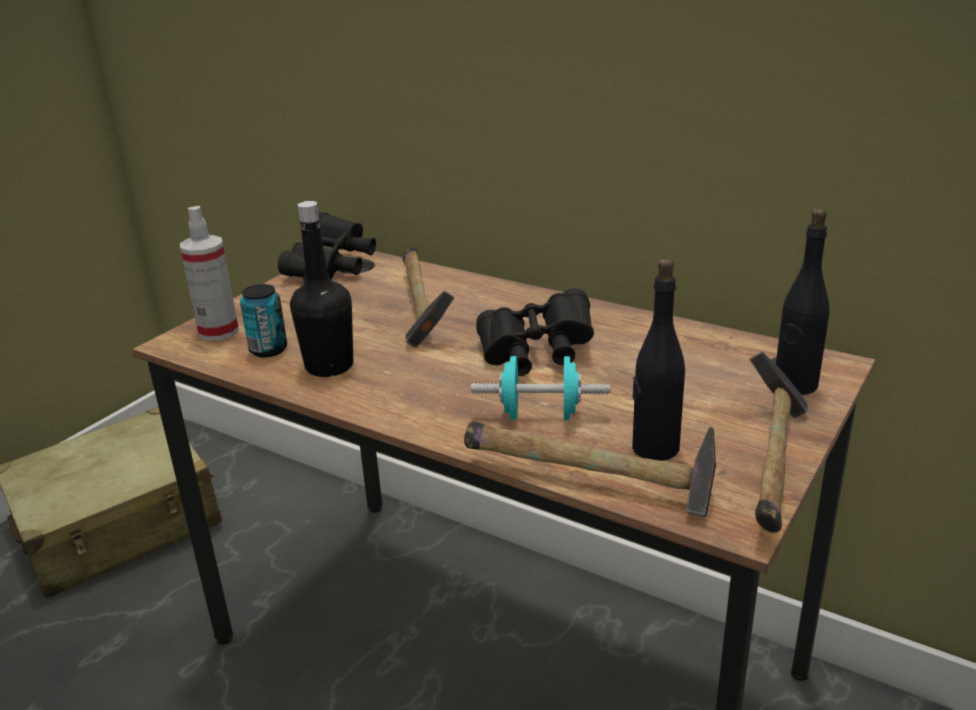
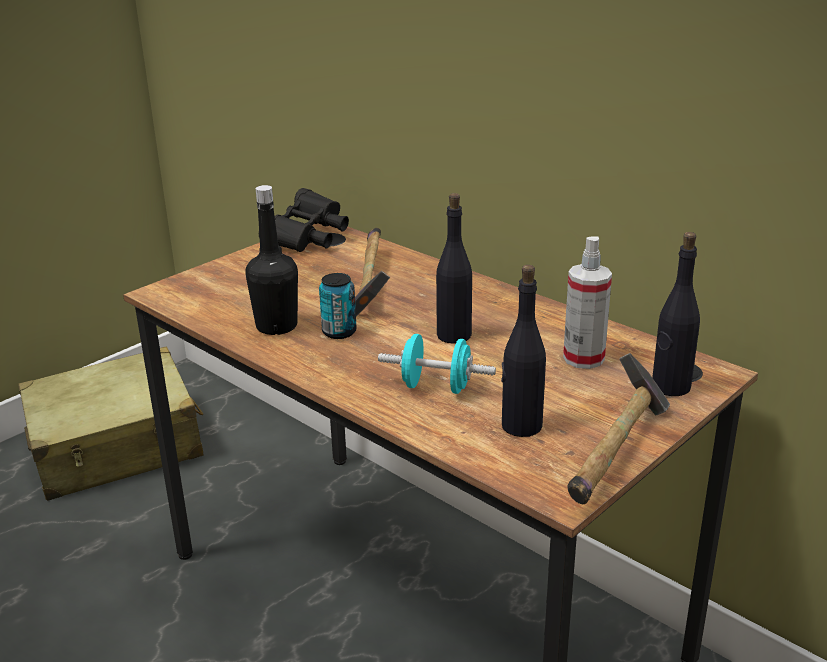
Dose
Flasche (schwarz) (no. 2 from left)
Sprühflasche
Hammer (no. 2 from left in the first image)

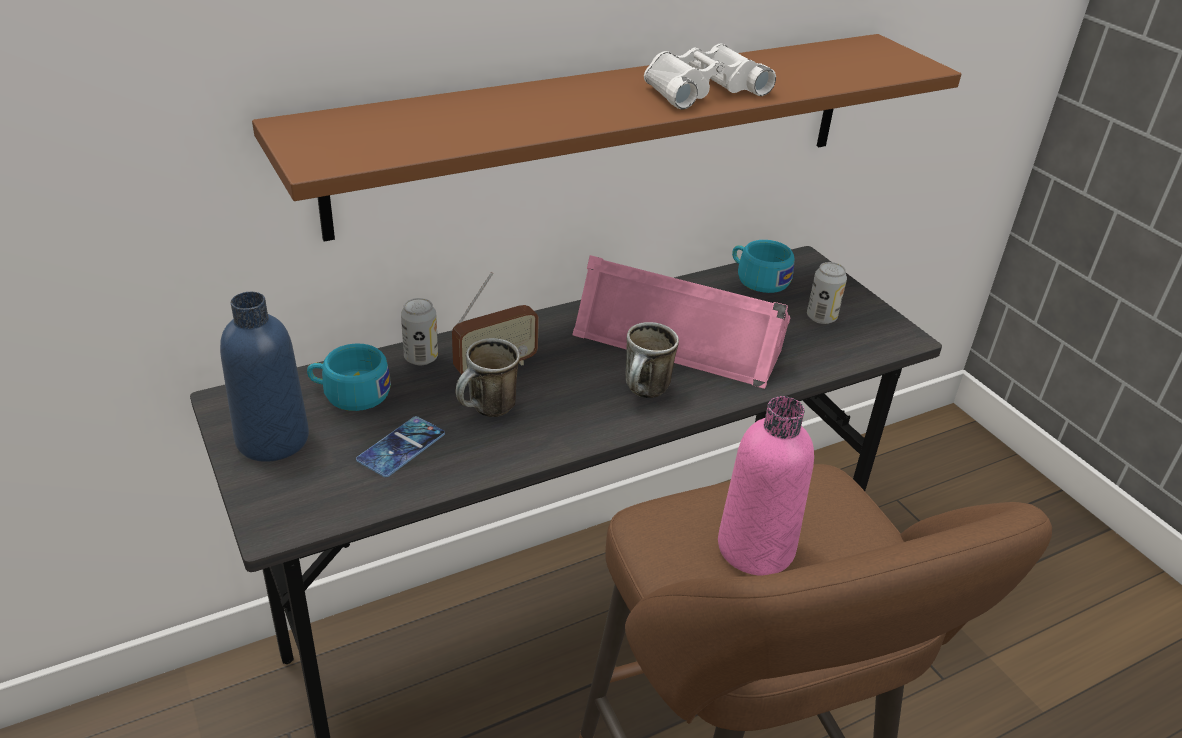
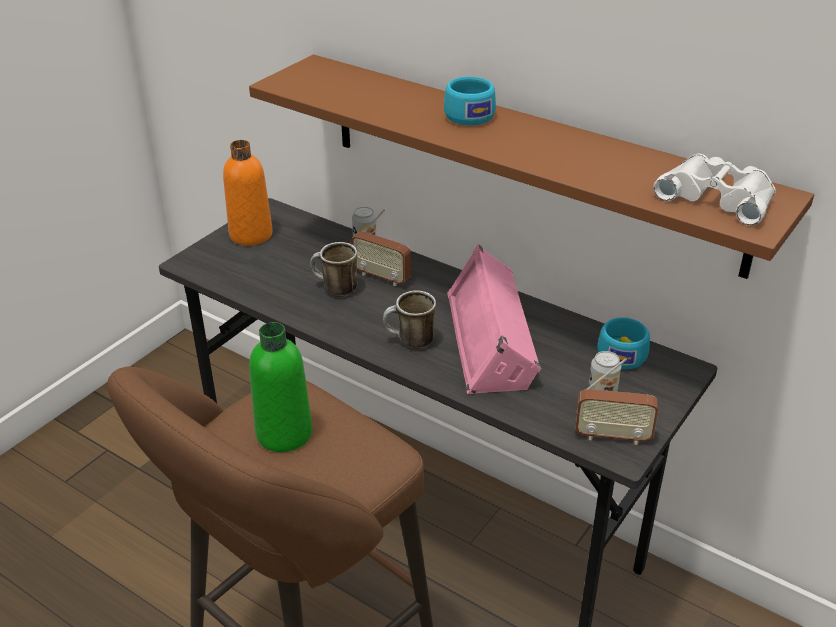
Flasche (orange)
Flasche (grün)
Tasse (türkis) (no. 1 from left)
Radio (no. 2 from left)
Fernglas (weiß)
Handy

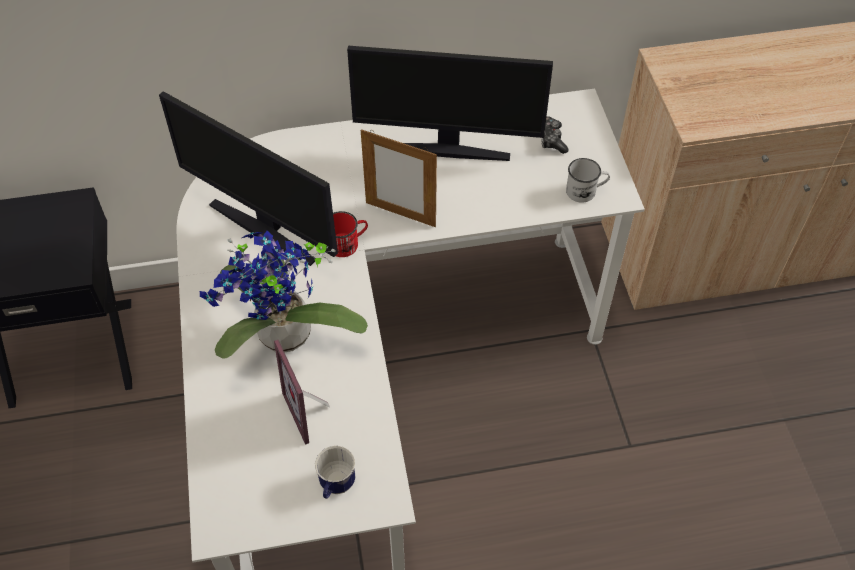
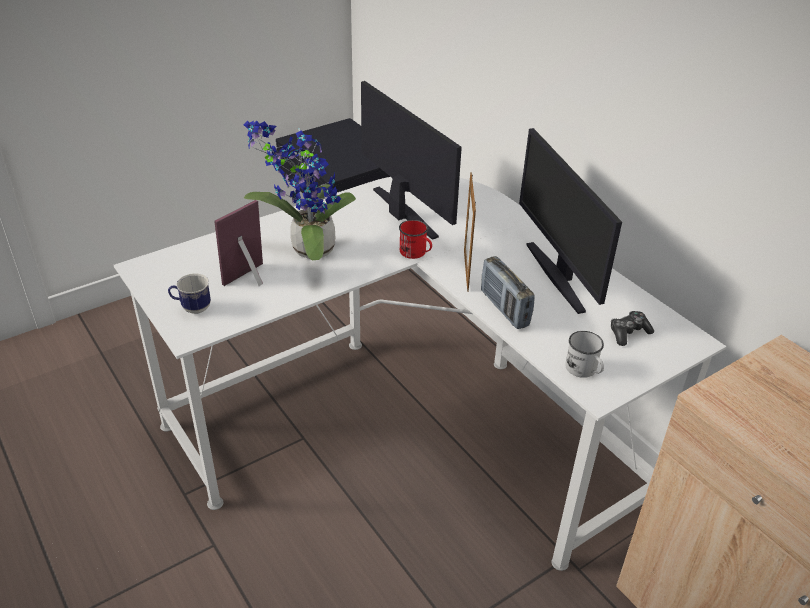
Monitor (no. 1 from left)
Radio

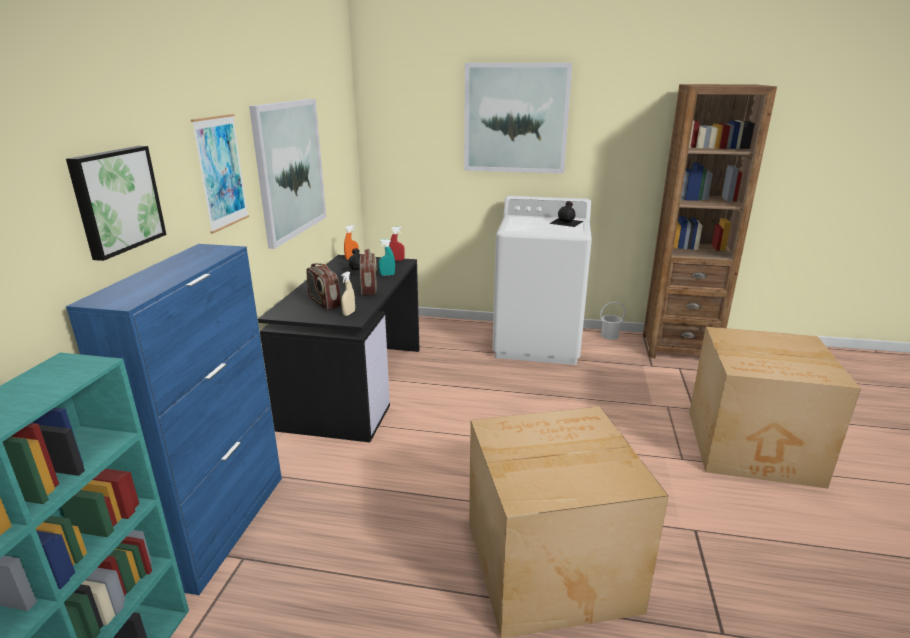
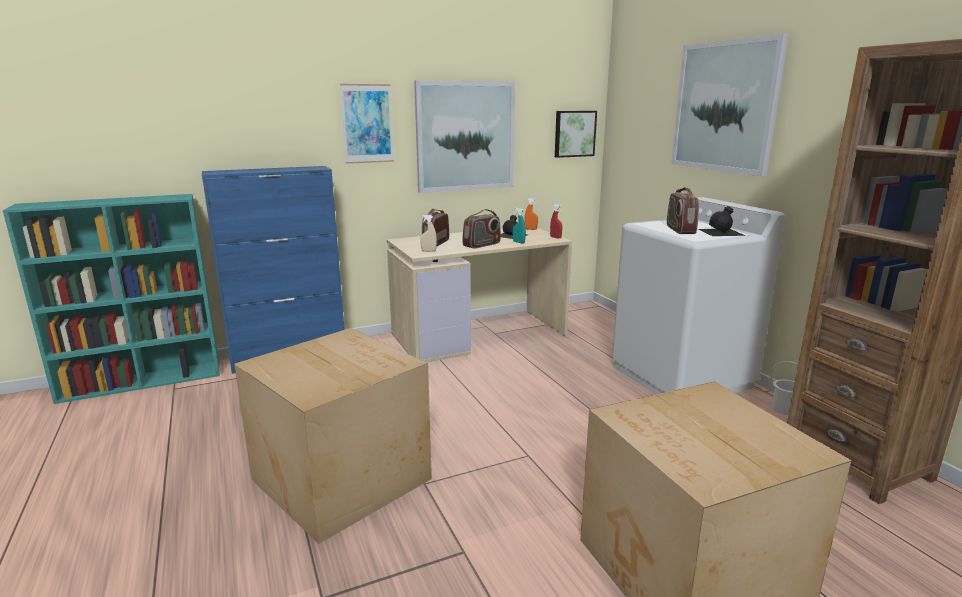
Schreibtisch (beige)
Bild (no. 3 from left)
Radio (no. 3 from left)

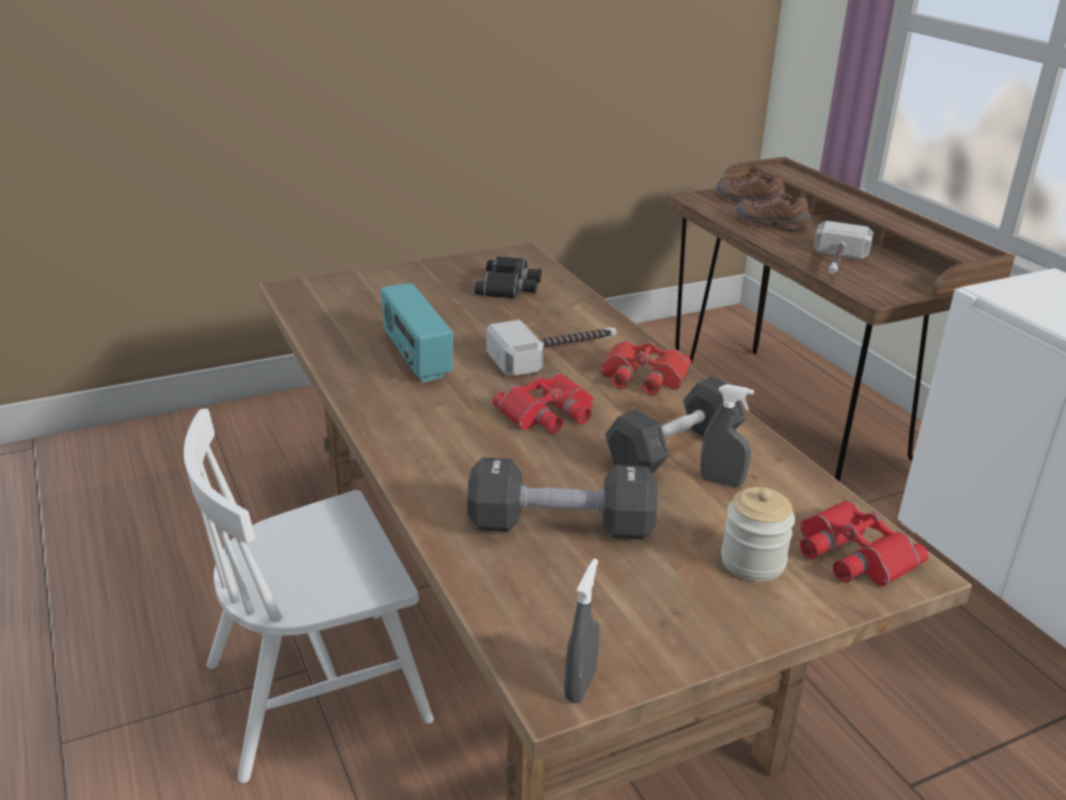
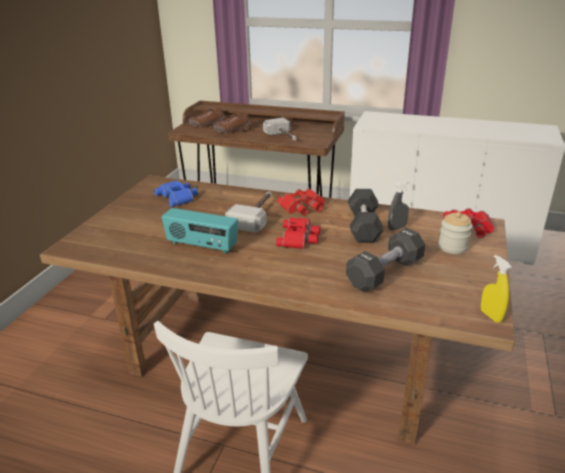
Fernglas (blau)
Sprühflasche (gelb)

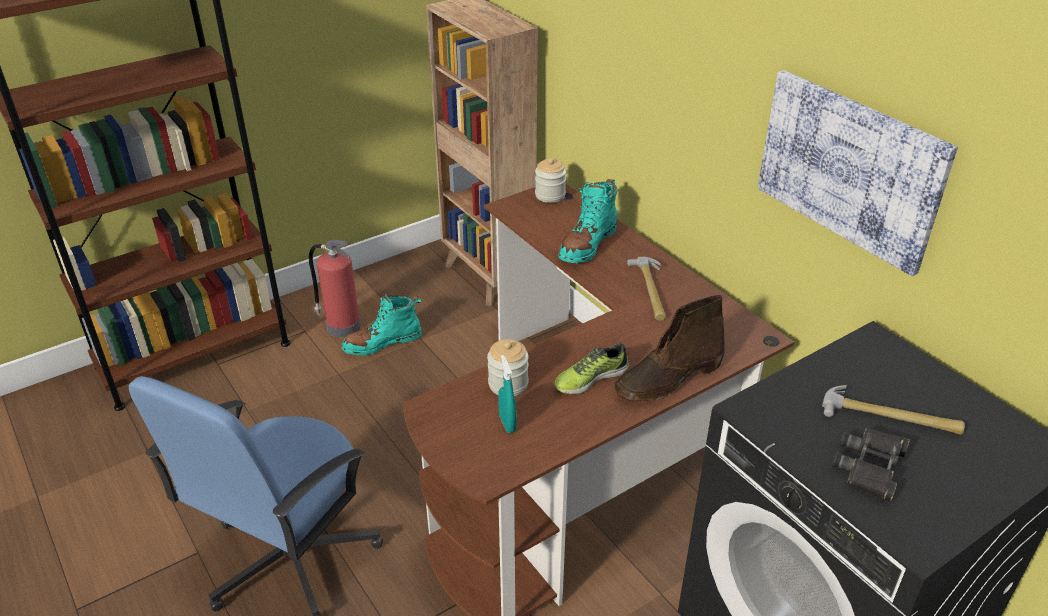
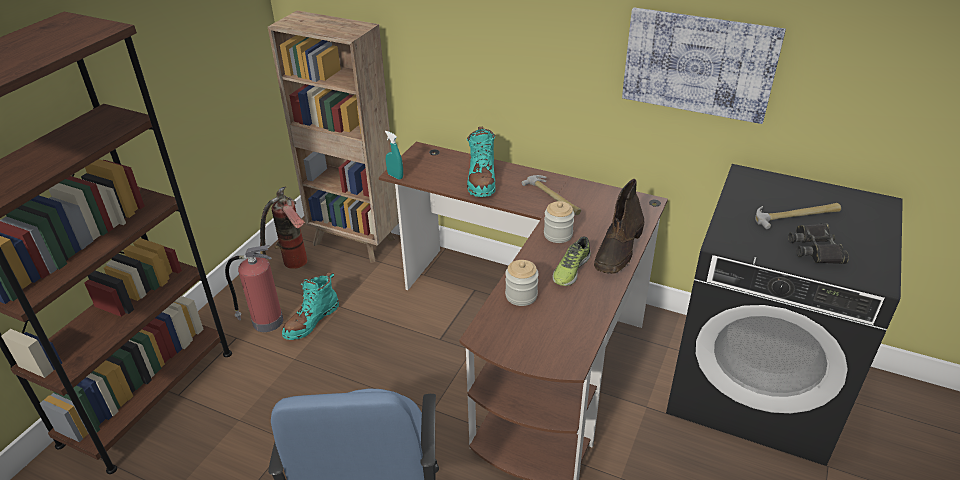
Feuerlöscher (no. 2 from left)
Sprühflasche (türkis)
Vorratsglas (no. 2 from left)

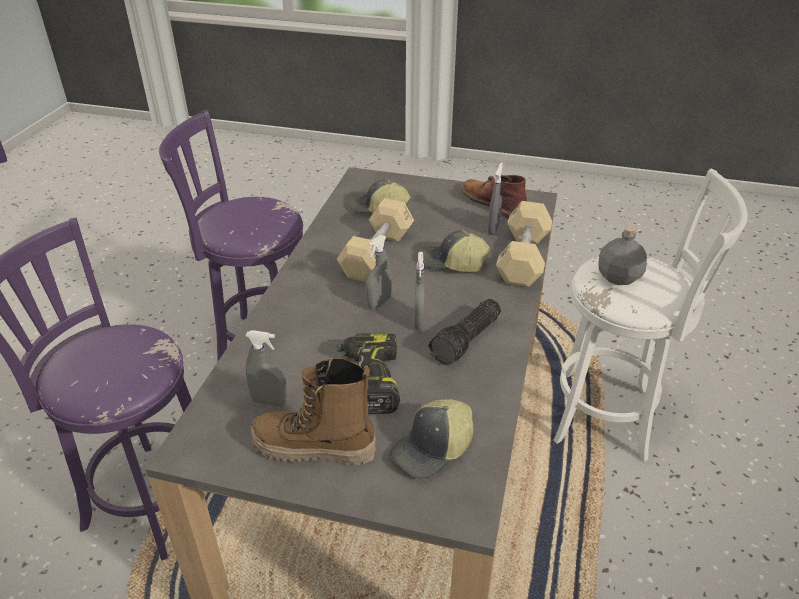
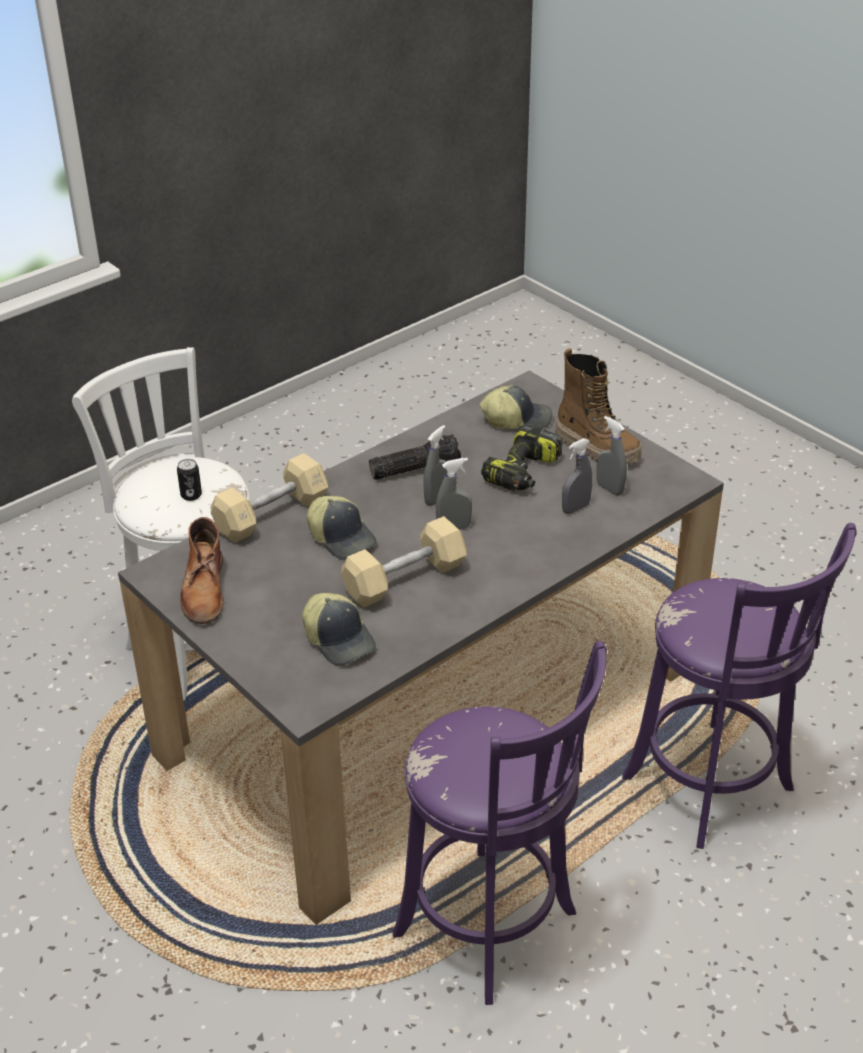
Dose
Sprühflasche (grau) (no. 3 from left)

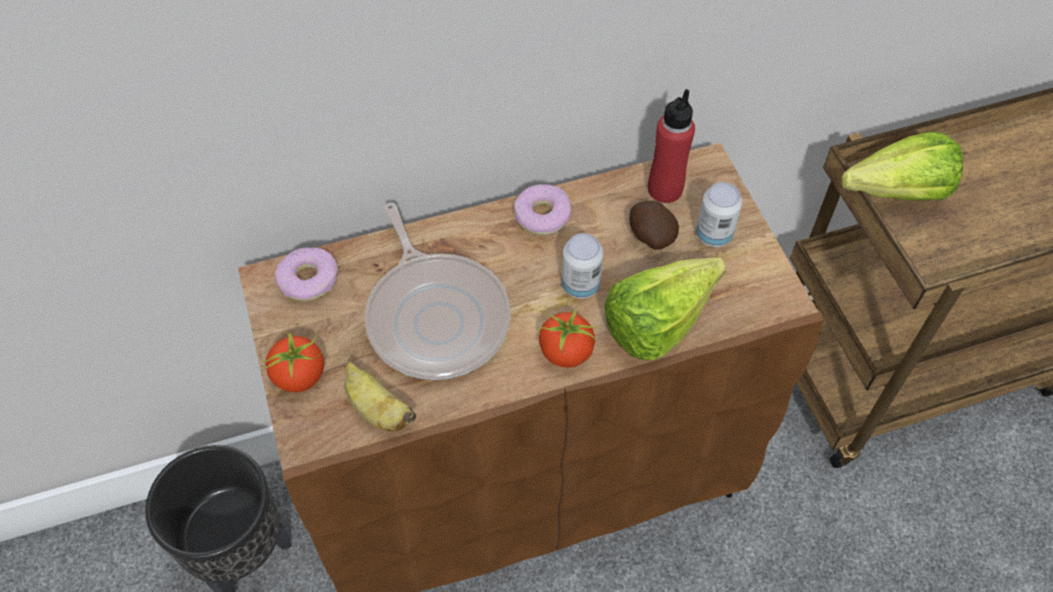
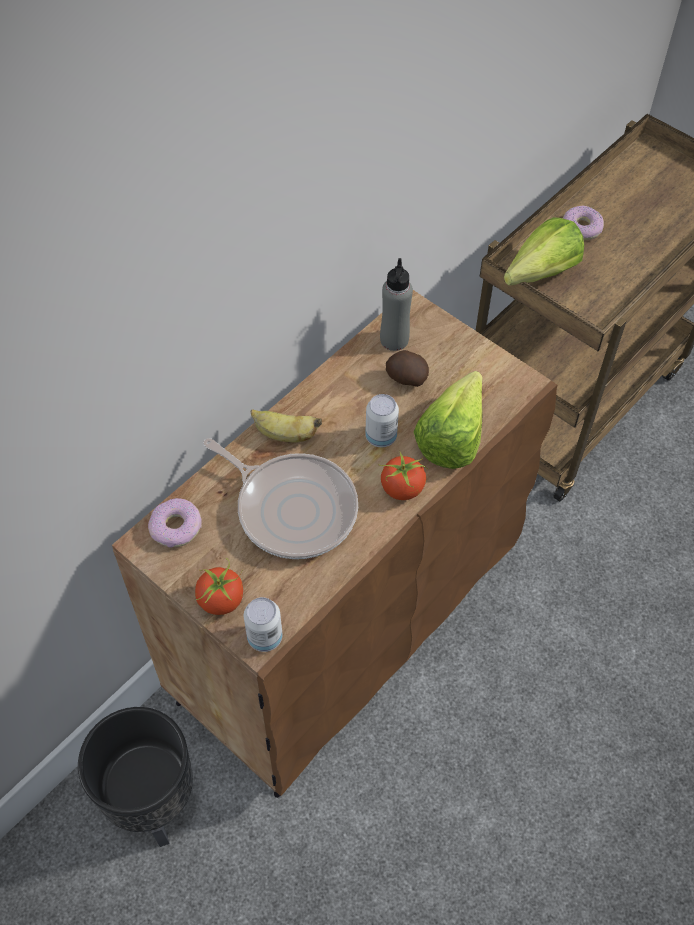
Dose (no. 1 from left)
Banane
Flasche (grau)
Donut (no. 2 from left)

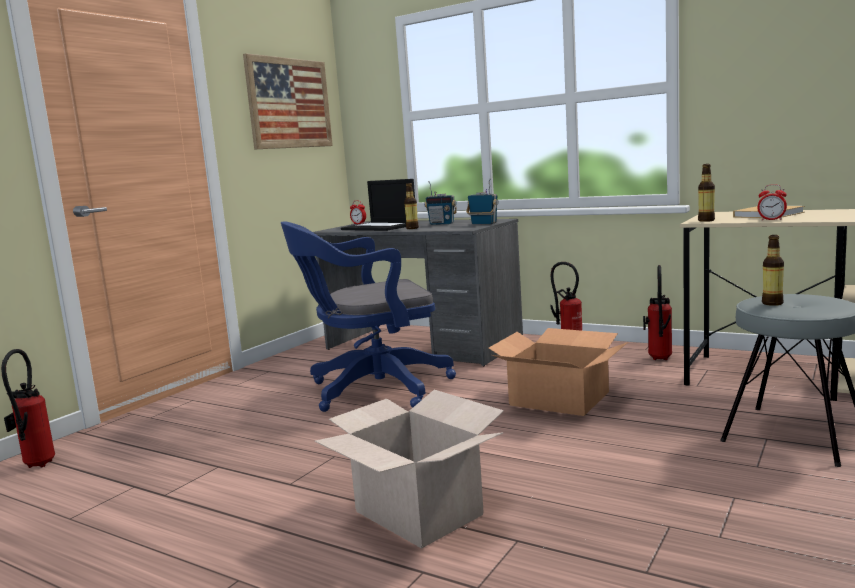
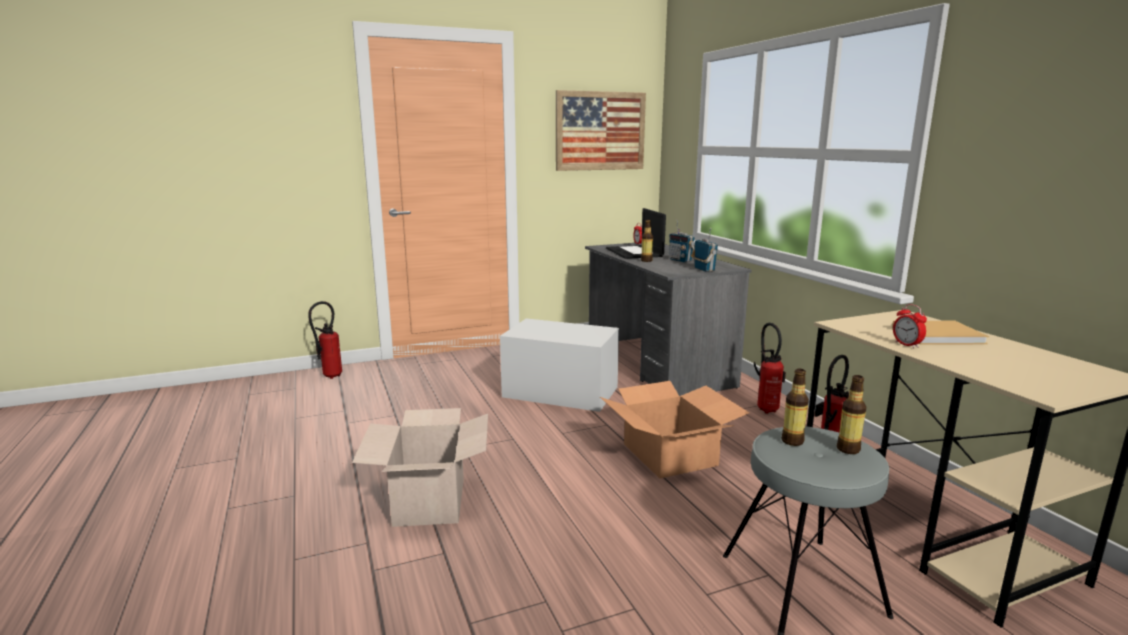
Aufbewahrungsbox (weiß)
Flasche (no. 3 from left)

